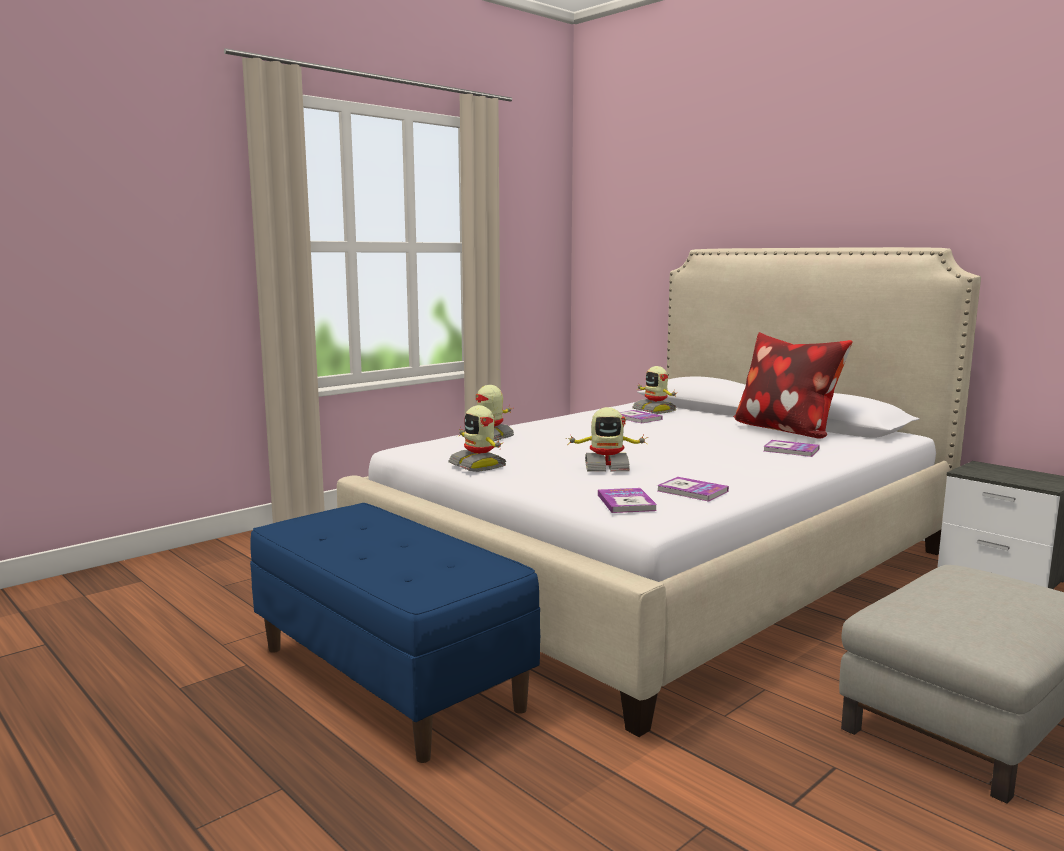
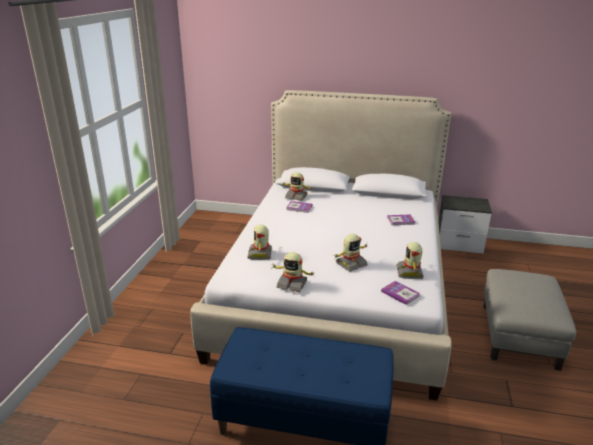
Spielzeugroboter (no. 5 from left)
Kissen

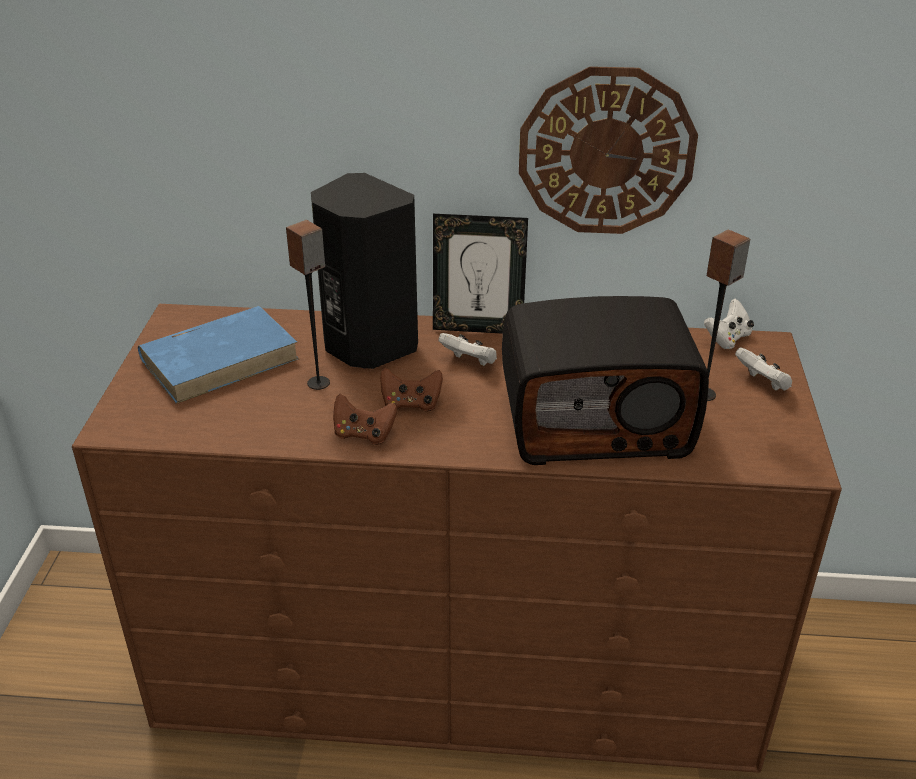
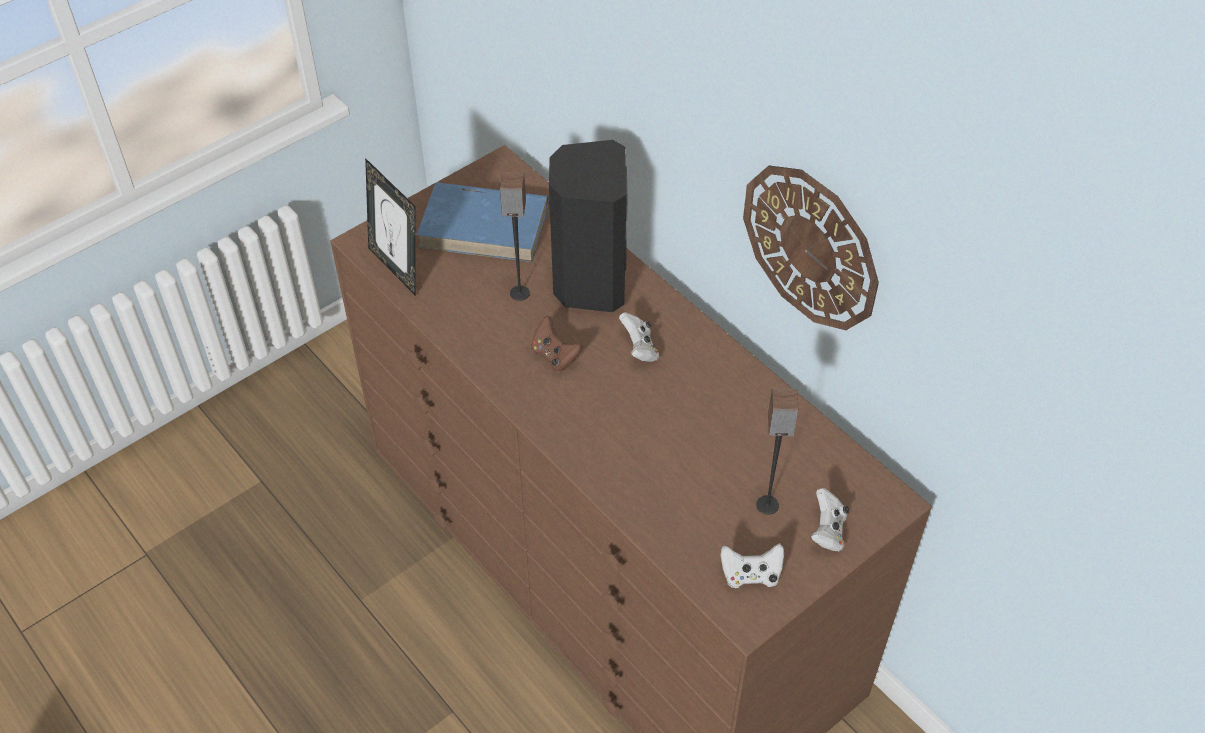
Bilderrahmen
Gamepad (weiß) (no. 2 from left)
Gamepad (braun) (no. 1 from left in the first image)
Radio

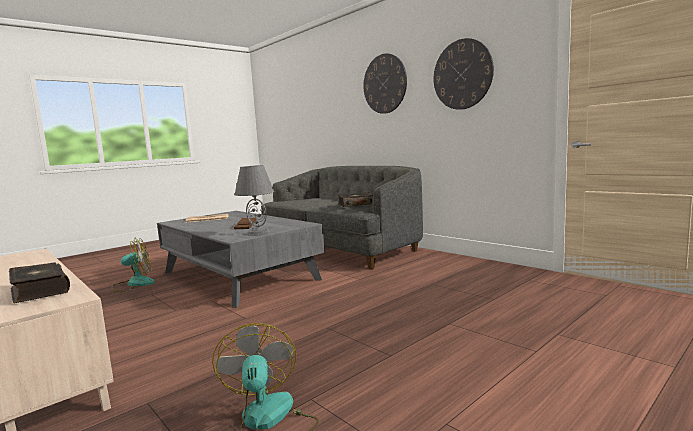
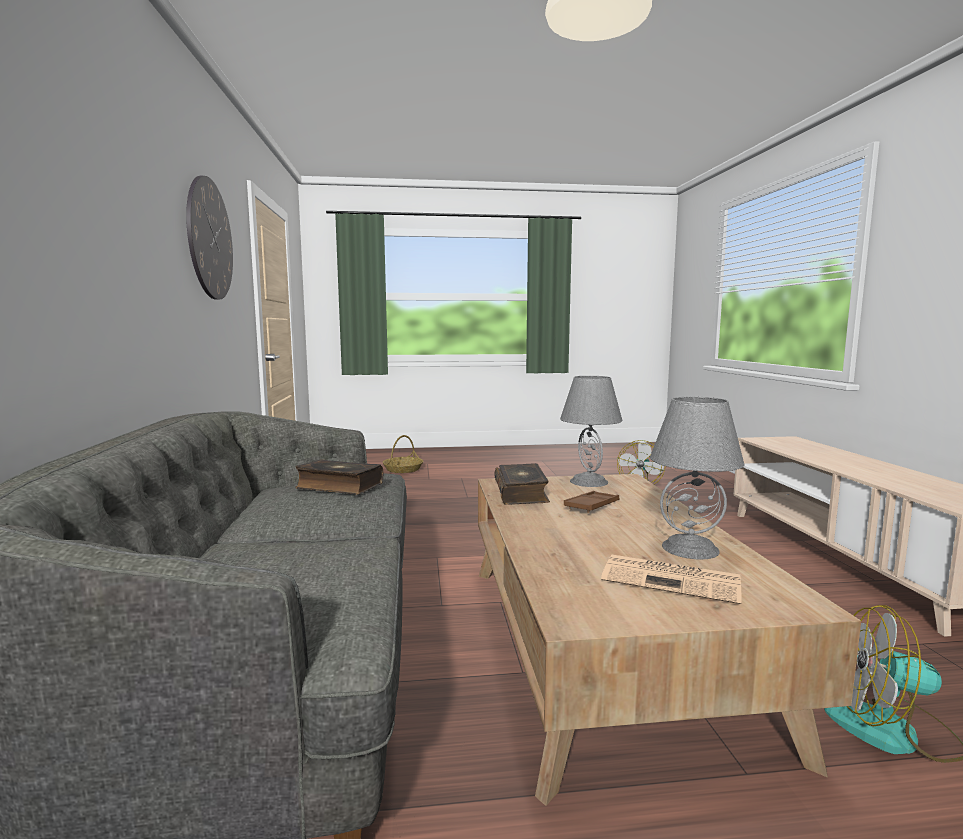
Korb
Couchtisch (braun)
Buch (no. 2 from left)
Tischlampe (grau) (no. 2 from left)
Wanduhr (no. 1 from left in the first image)

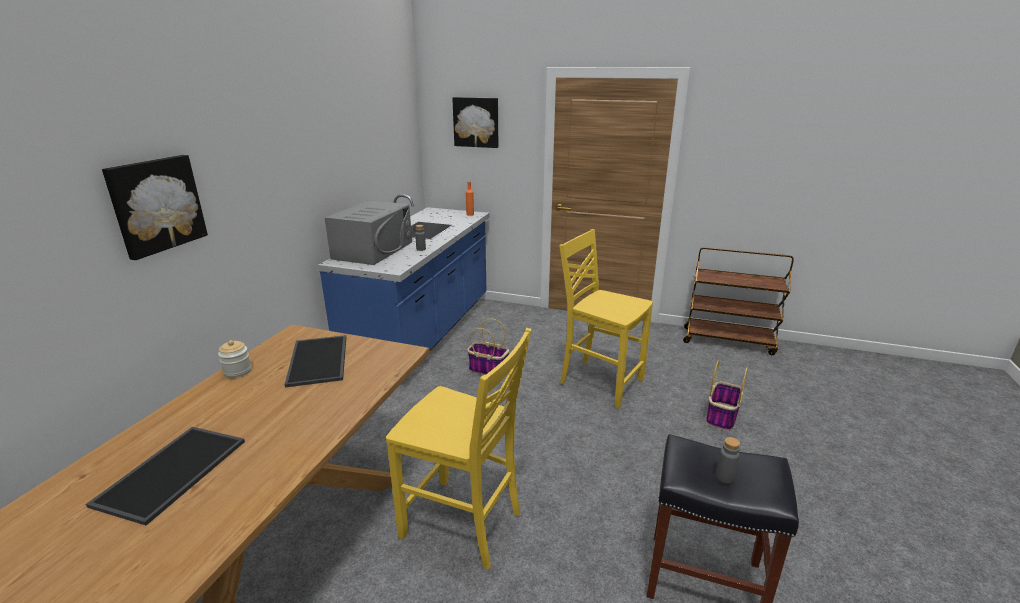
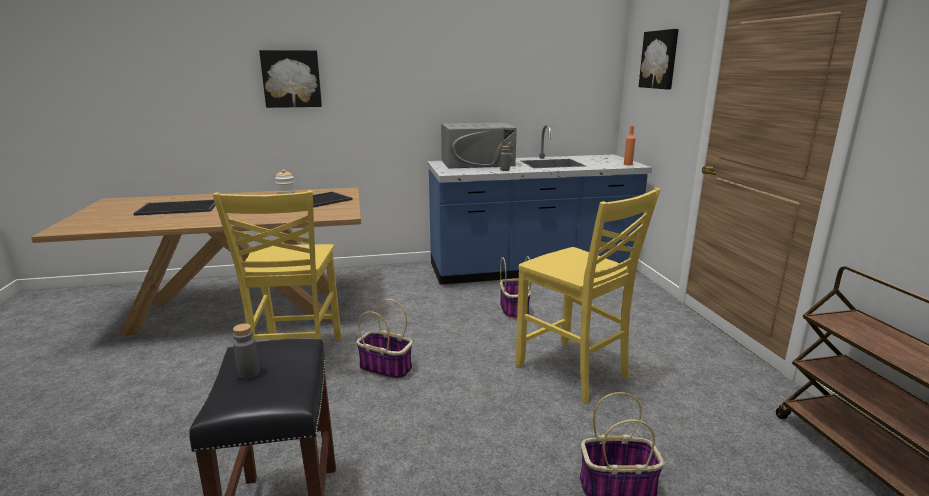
Korb (no. 1 from left)
Stuhl (gelb) (no. 2 from left)

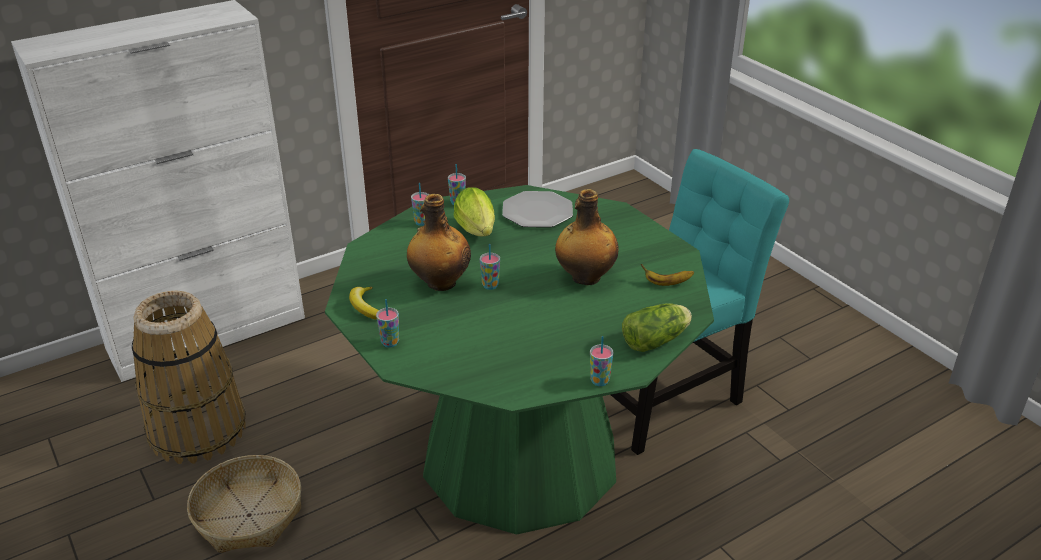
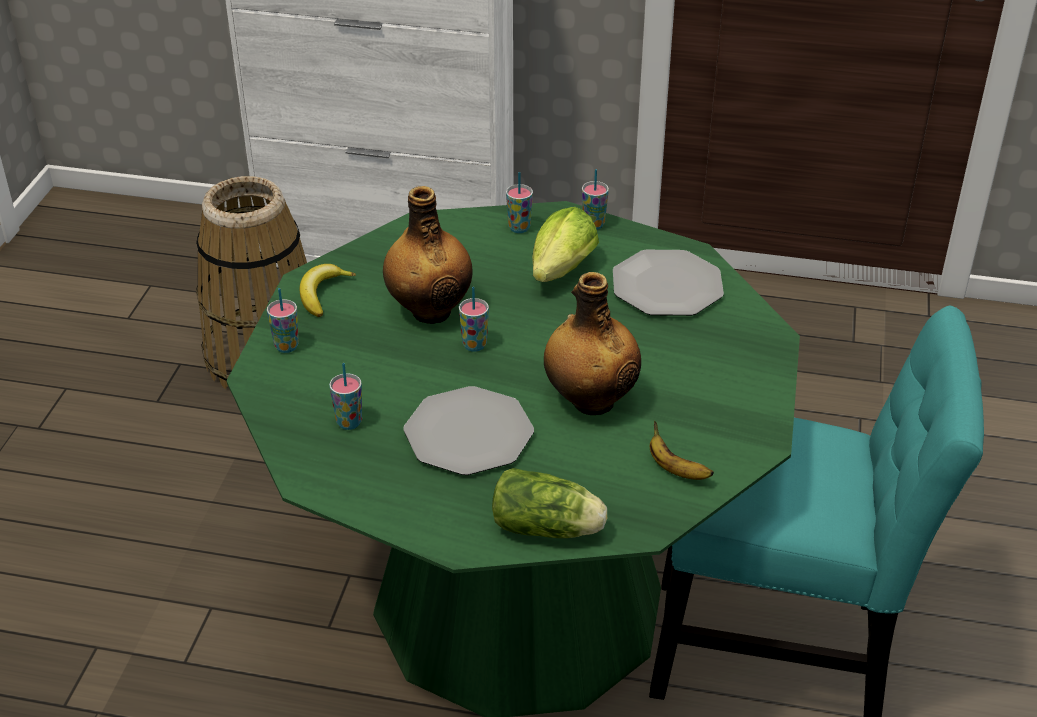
Tasse (no. 2 from left)
Teller (no. 1 from left)
Korb (no. 2 from left in the first image)

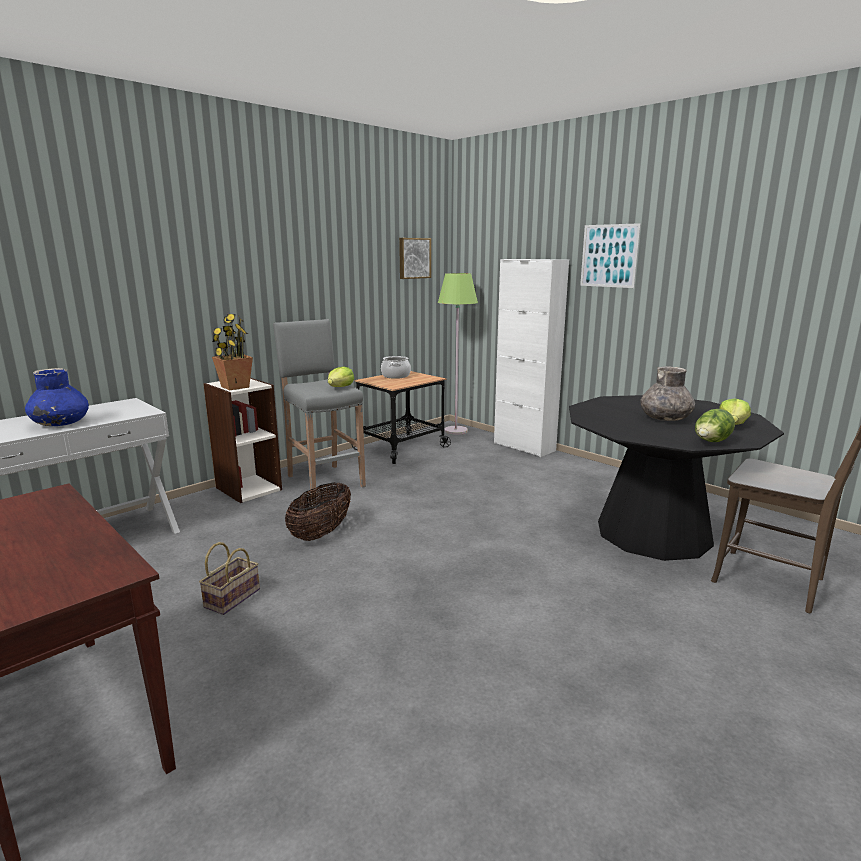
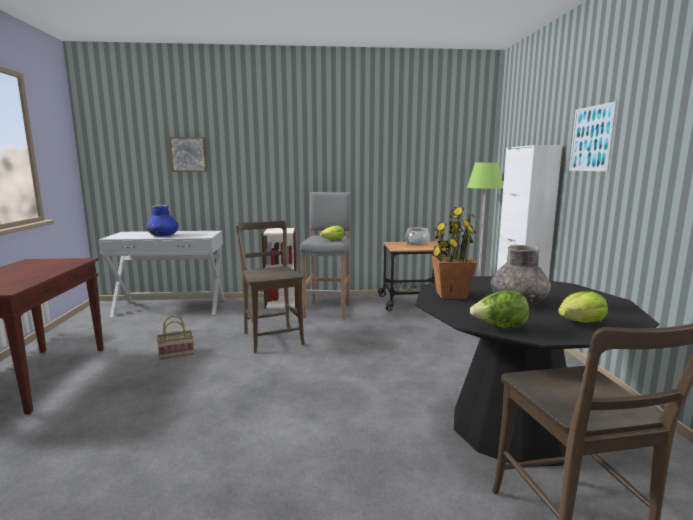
Bild (no. 1 from left)
Stuhl (braun) (no. 1 from left)
Topfpflanze

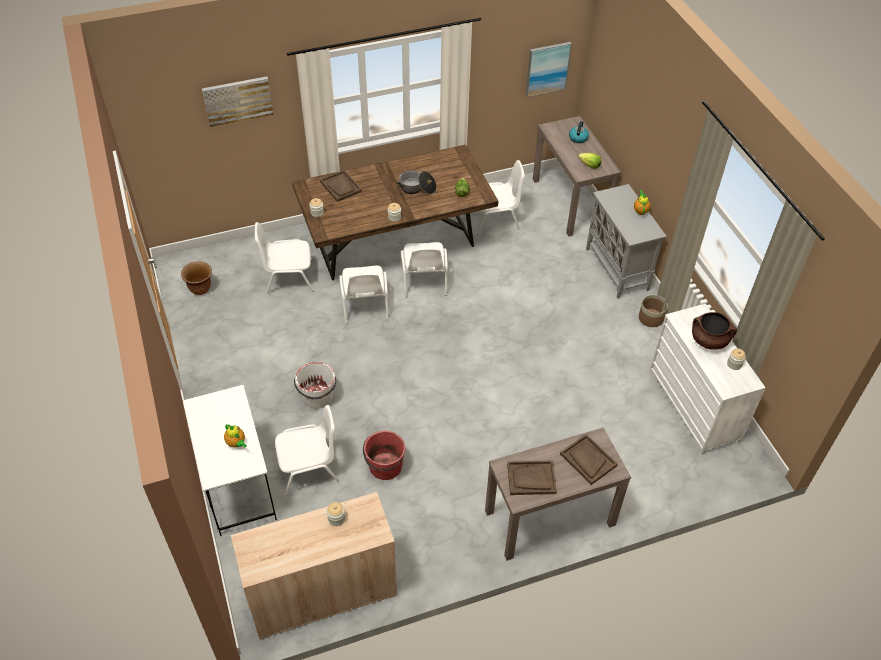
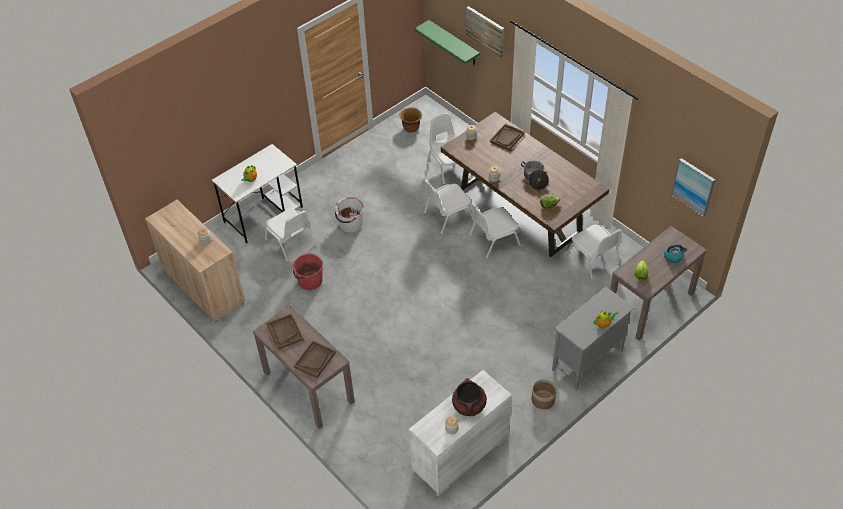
Wandregal (grün)

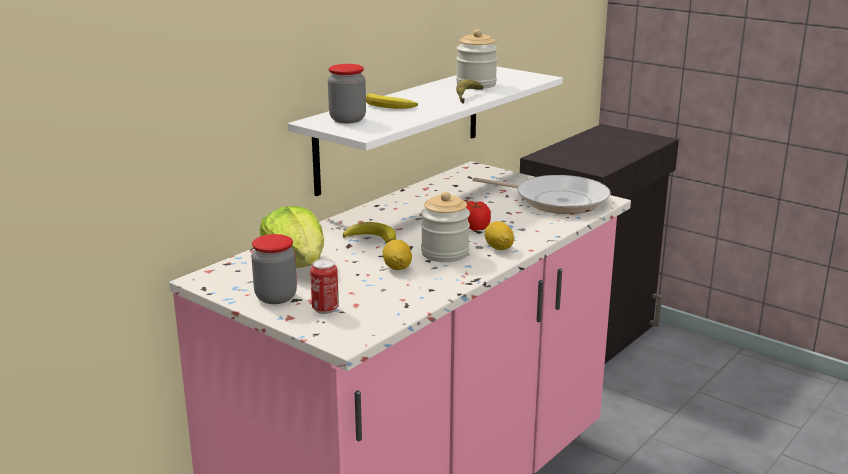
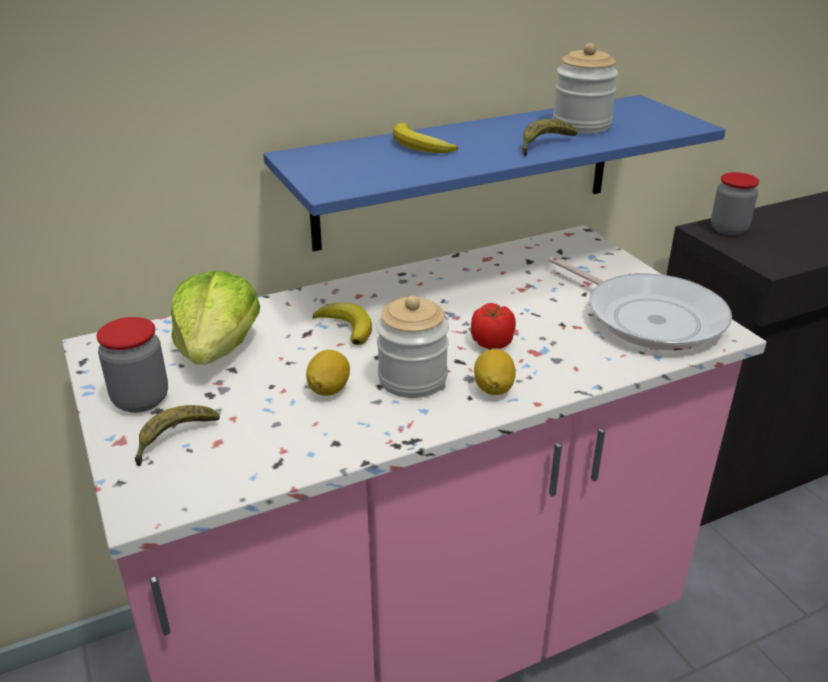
Banane (no. 1 from left)
Wandregal (blau)
Vorratsglas (no. 4 from left)

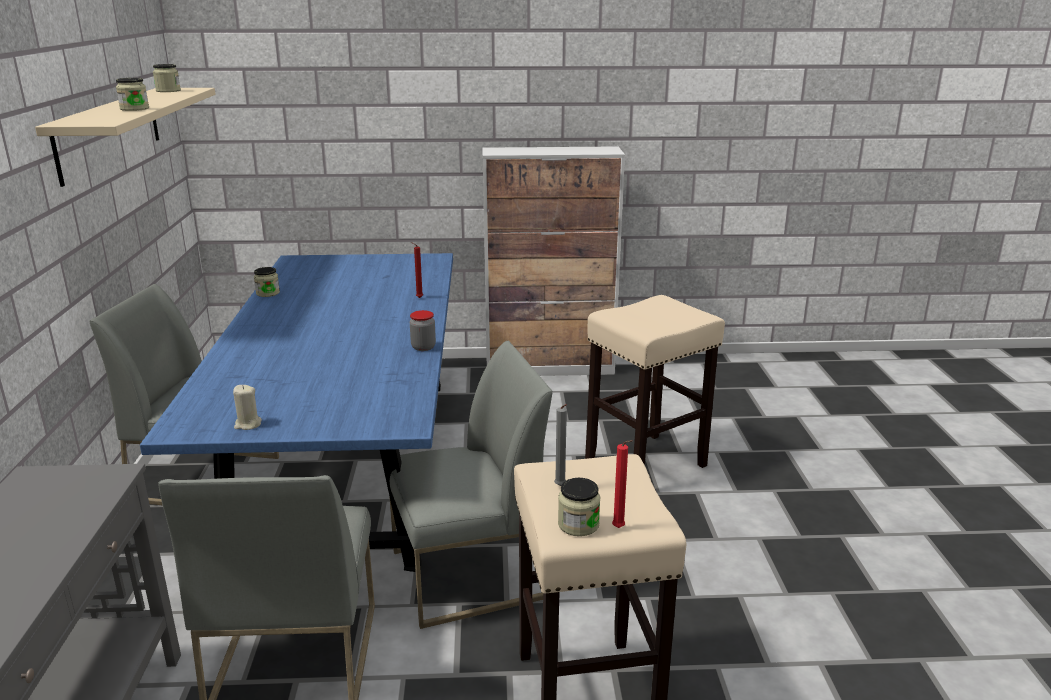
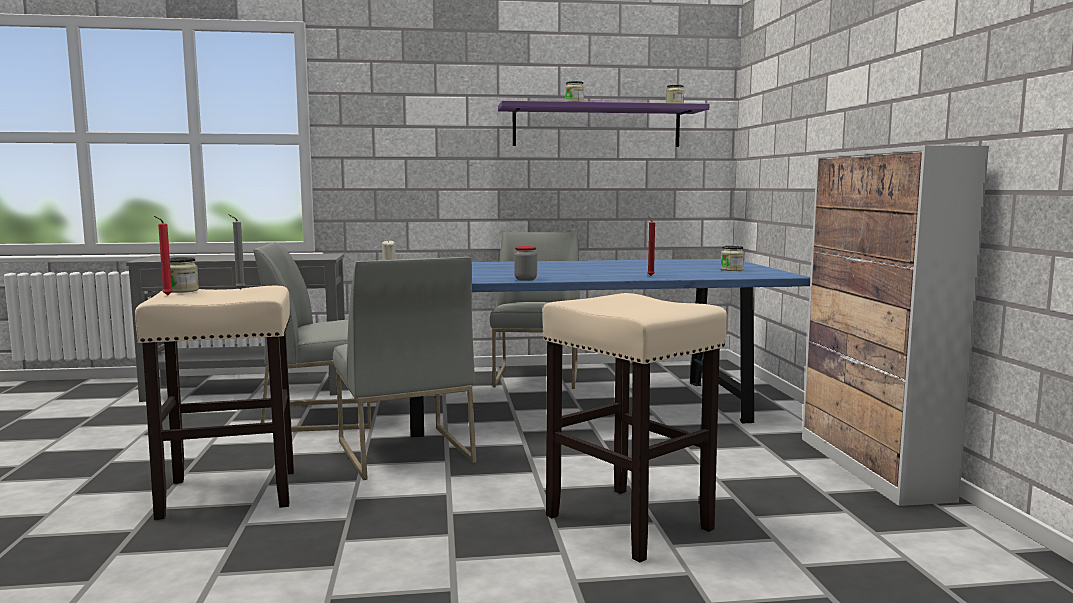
Wandregal (lila)
Vorratsglas (no. 5 from left)

